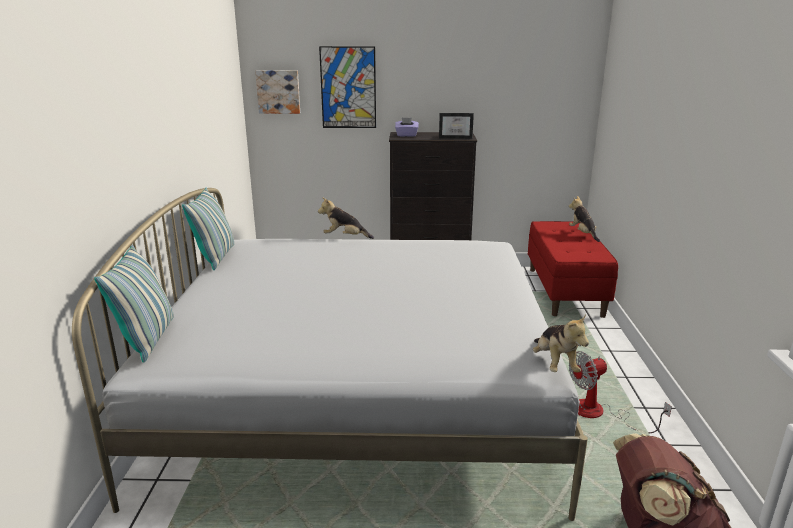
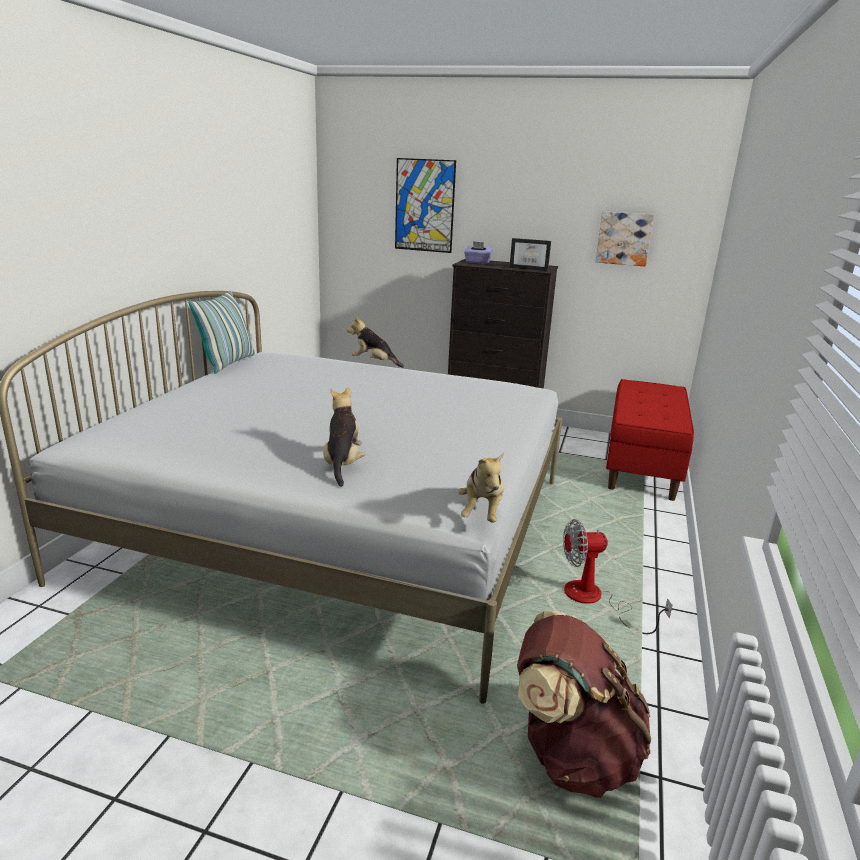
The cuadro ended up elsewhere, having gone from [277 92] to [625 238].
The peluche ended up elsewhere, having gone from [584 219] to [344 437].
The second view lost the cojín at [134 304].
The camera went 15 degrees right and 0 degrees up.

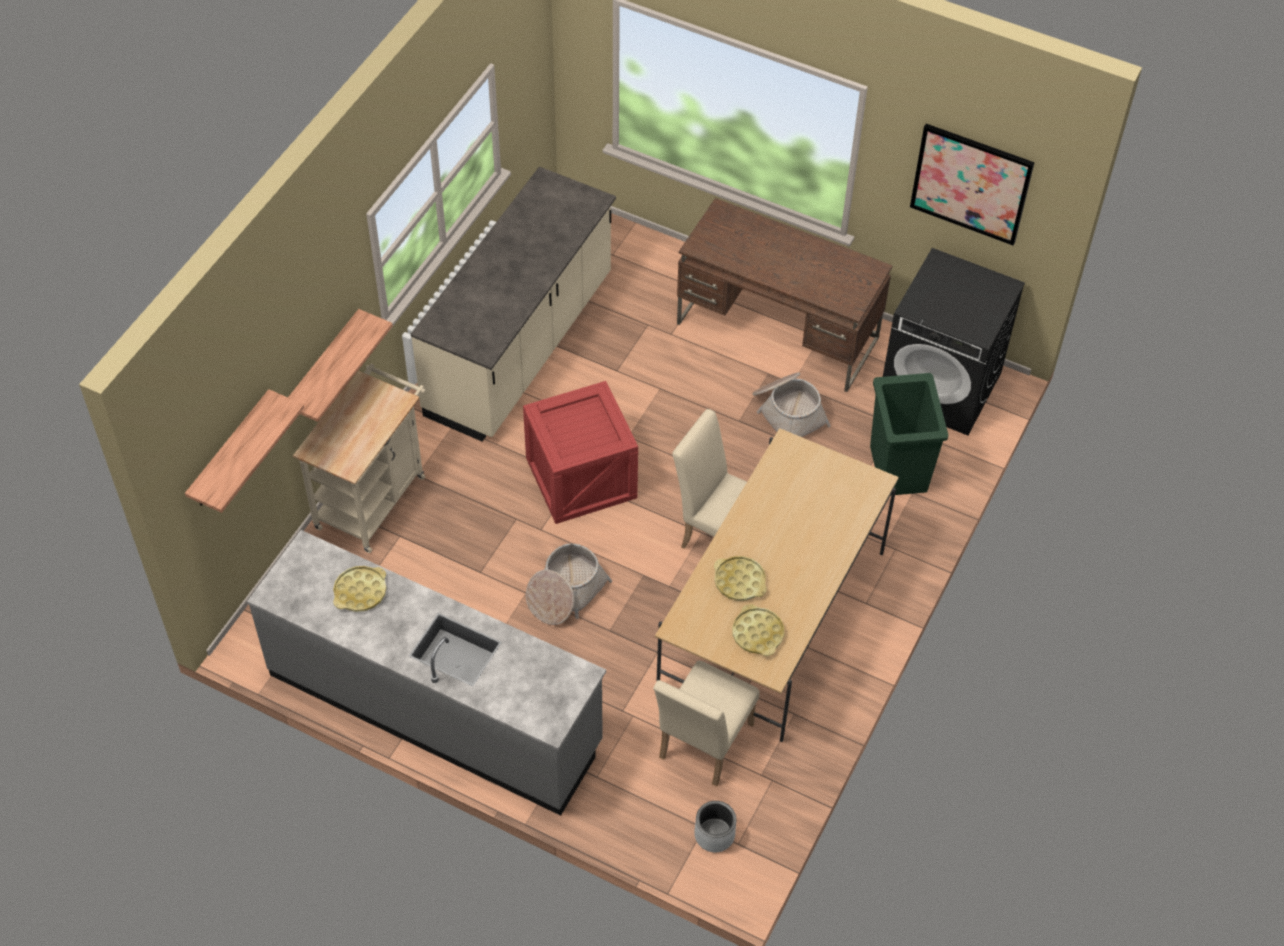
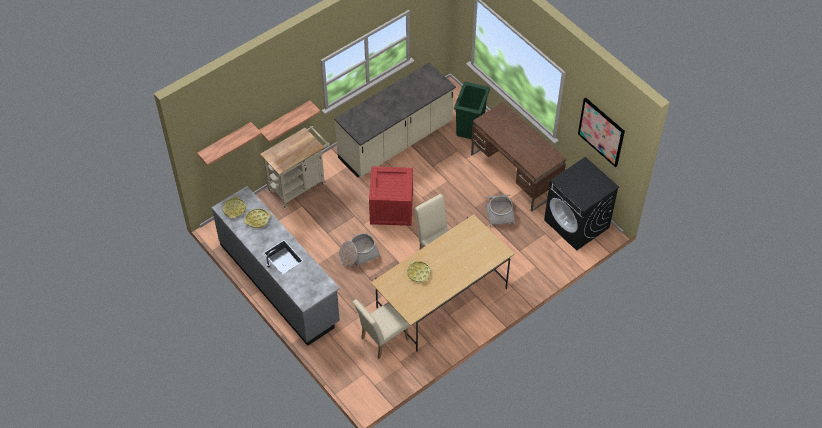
The papelera/verde ended up elsewhere, having gone from [909 434] to [472 110].
The bandeja/amarillo ended up elsewhere, having gone from [758 630] to [234 207].
The second view lost the maceta/gris at [715 826].
The camera went 25 degrees right and 0 degrees up.

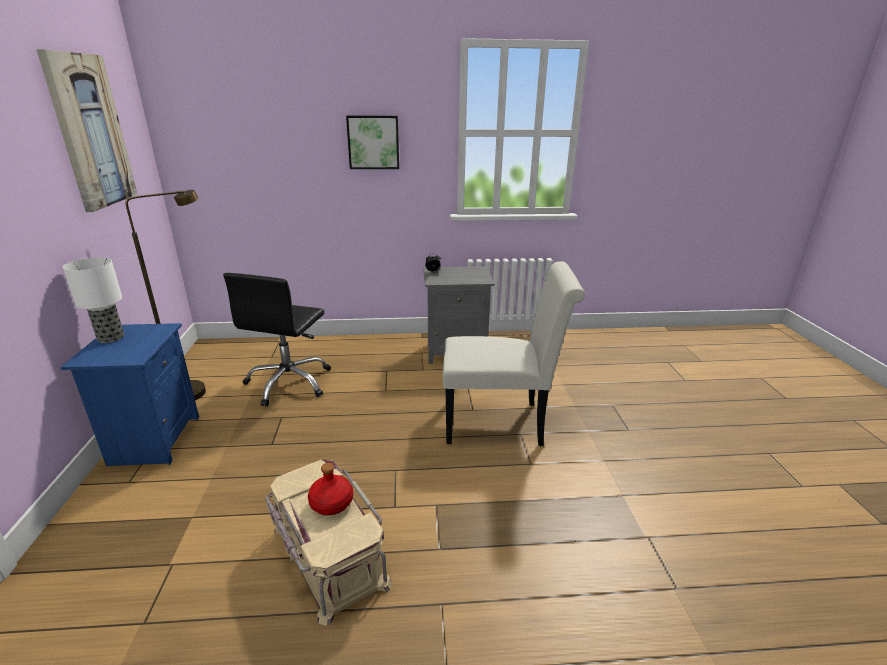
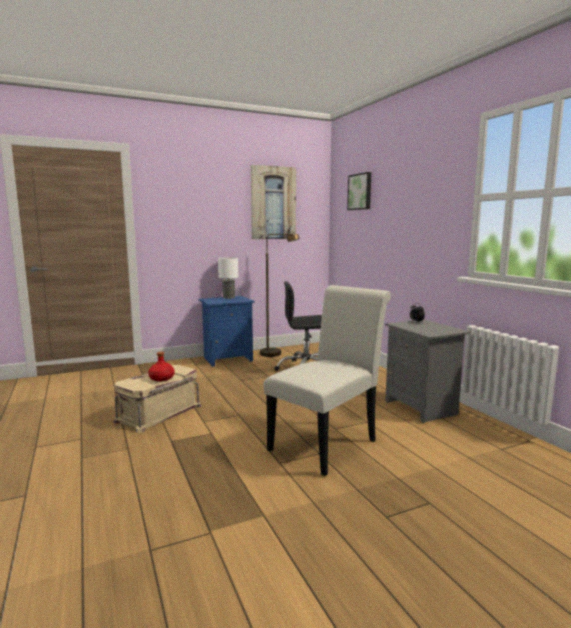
The cuadro ended up elsewhere, having gone from [372 142] to [359 191].
The silla/blanco at [514 353] ended up facing another way, 120 degrees counterclockwise from before.
The camera went 70 degrees right and 15 degrees down.

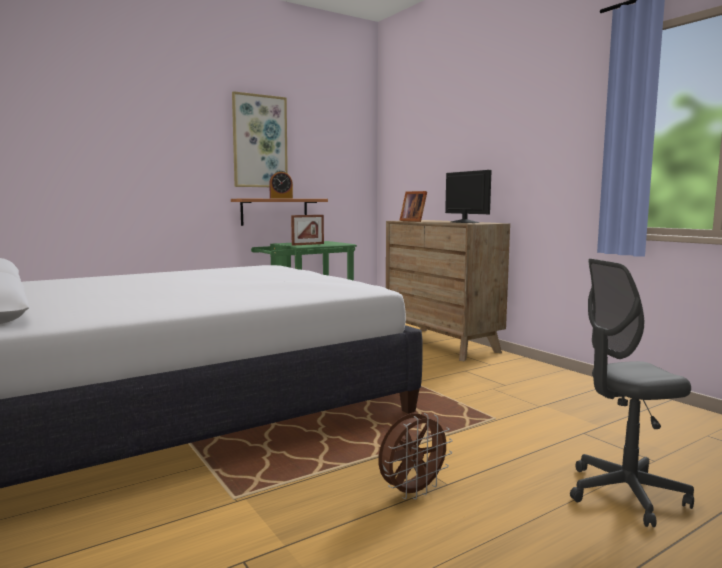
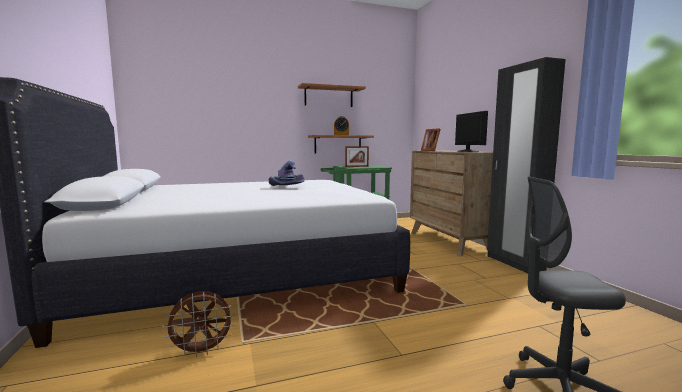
Where the cuadro hung at [260 139], the estante came to hang at [332 95].
The ventilador/marrón ended up elsewhere, having gone from [415 456] to [199 324].
The second view gained the armario ropero/negro at [526 165].
The second view gained the sombrero/morado at [287 173].
The camera went 15 degrees right and 0 degrees up.

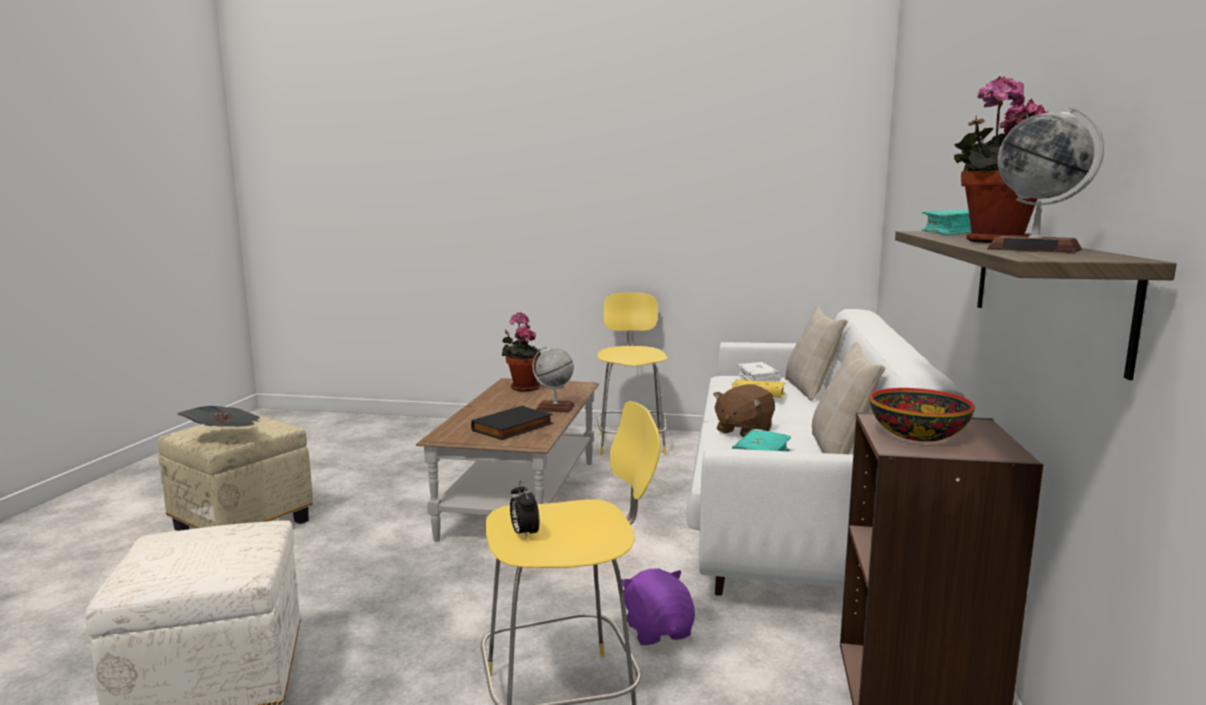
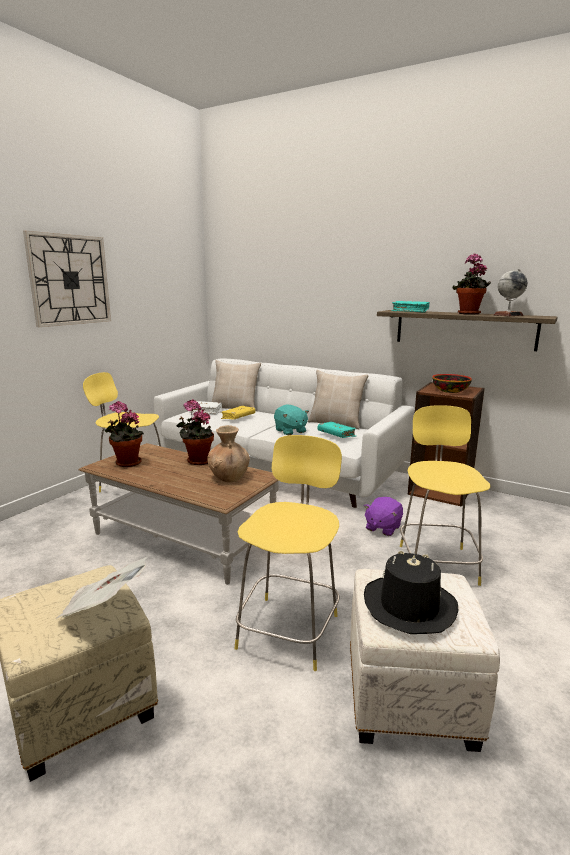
Where the globo terráqueo stood at [553 379], the planta en maceta came to stand at [195 432].
What was the peluche/marrón at [744 410] turned into the peluche/turquesa at [291 419].
Where the libro/negro stood at [512 423], the florero/marrón came to stand at [228 453].
The second view lost the despertador at [524 510].
The peluche/morado at [658 607] ended up facing another way, 60 degrees counterclockwise from before.
The second view gained the reloj de pared at [67 279].
The second view gained the taburete/amarillo at [288 553].
The second view gained the sombrero/negro at [411 592].
The camera went 70 degrees left and 5 degrees up.

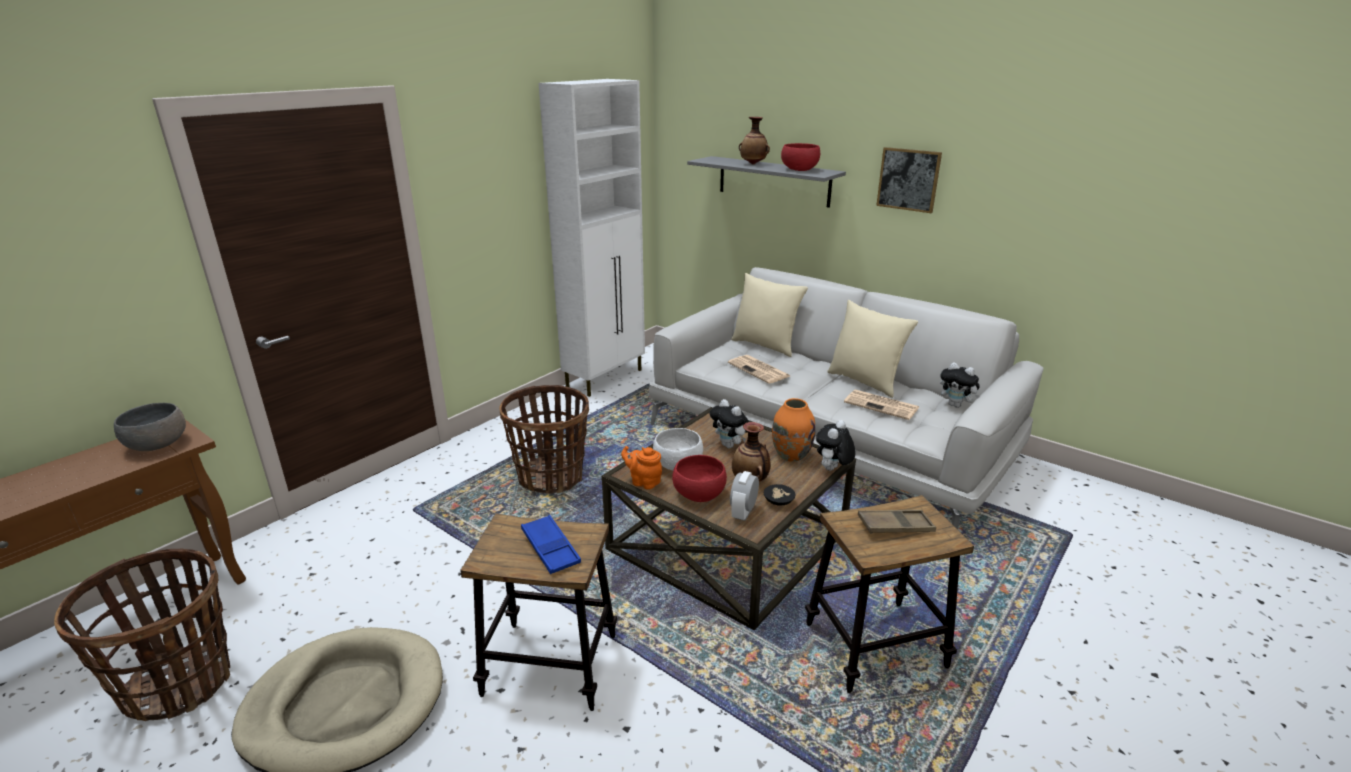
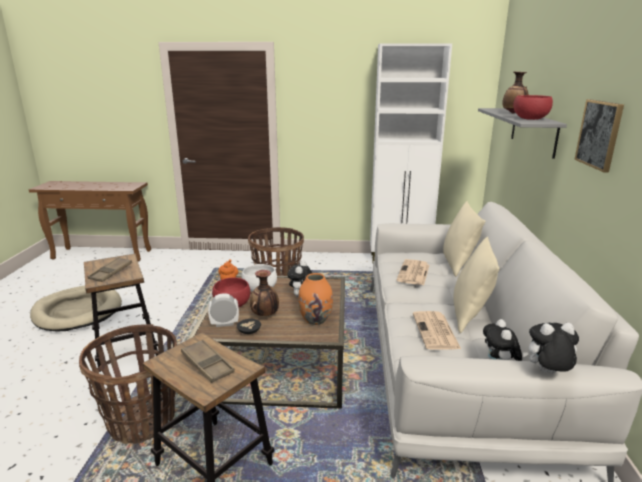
The second view lost the cuenco/gris at [150 427].
The peluche ended up elsewhere, having gone from [836 445] to [550 348].
What was the bandeja/azul at [551 544] turned into the bandeja/marrón at [110 269].
The cesta ended up elsewhere, having gone from [142 635] to [128 384].
The camera went 55 degrees right and 5 degrees down.

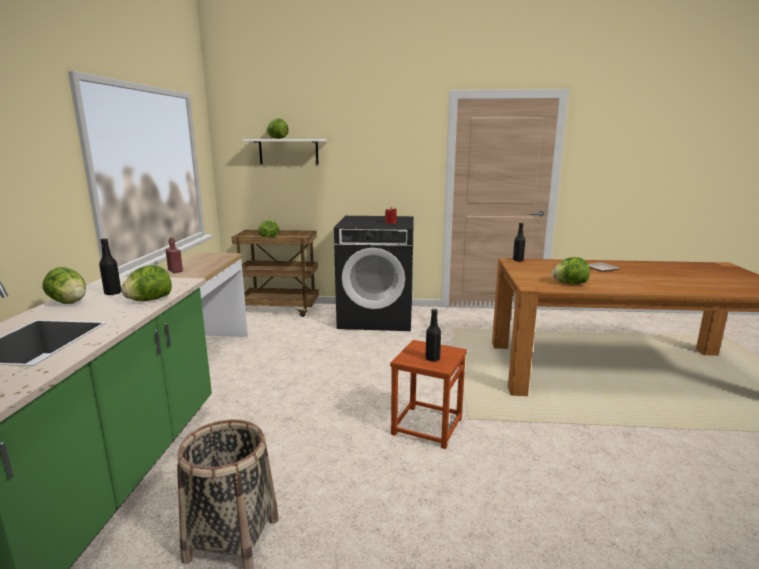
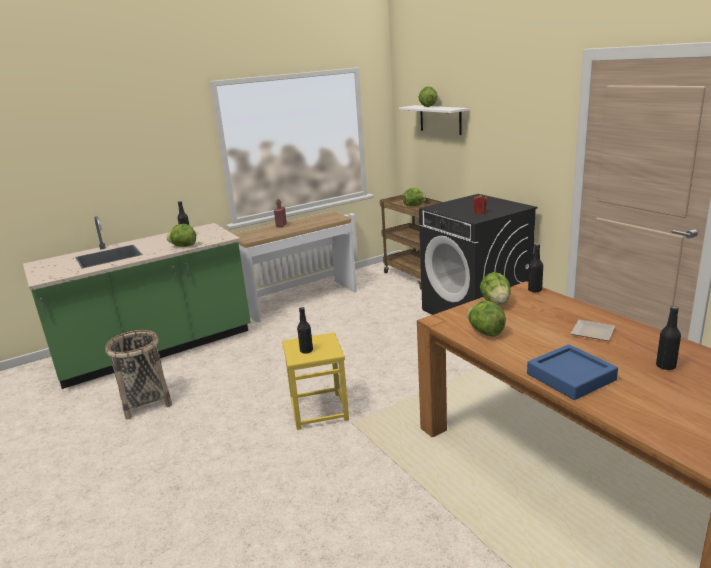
The lechuga ended up elsewhere, having gone from [64 285] to [495 288].
What was the taburete/marrón at [428 394] turned into the taburete/amarillo at [315 381].
The second view gained the botella/negro at [668 338].
The second view gained the bandeja/azul at [572 372].
The camera went 55 degrees right and 5 degrees up.

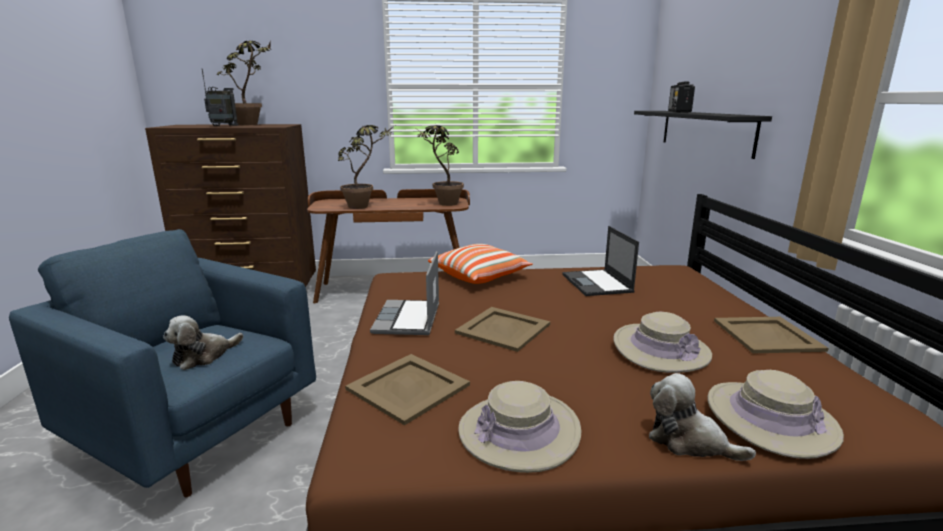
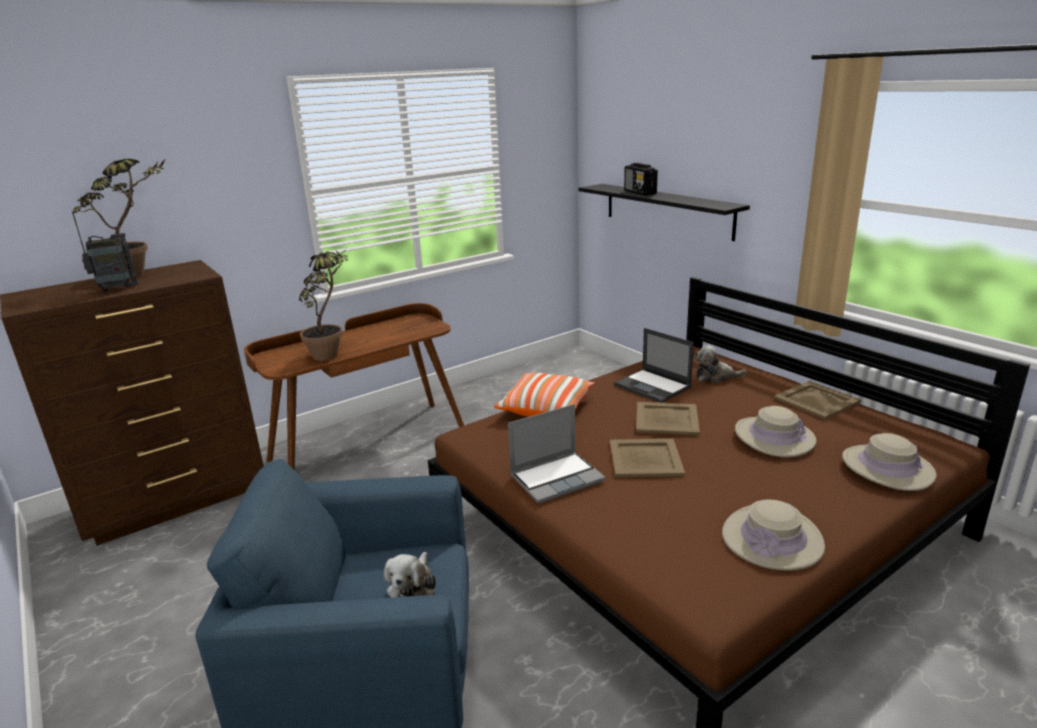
The second view lost the planta en maceta at [439 165].
The portátil at [404 293] ended up facing another way, 90 degrees counterclockwise from before.
The bandeja/beis ended up elsewhere, having gone from [407 389] to [668 418].
The peluche ended up elsewhere, having gone from [702 417] to [721 364].
The camera went 30 degrees left and 5 degrees up.

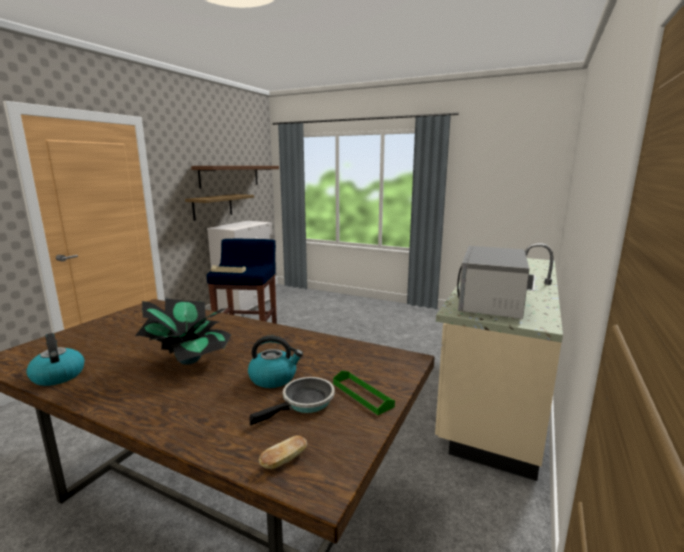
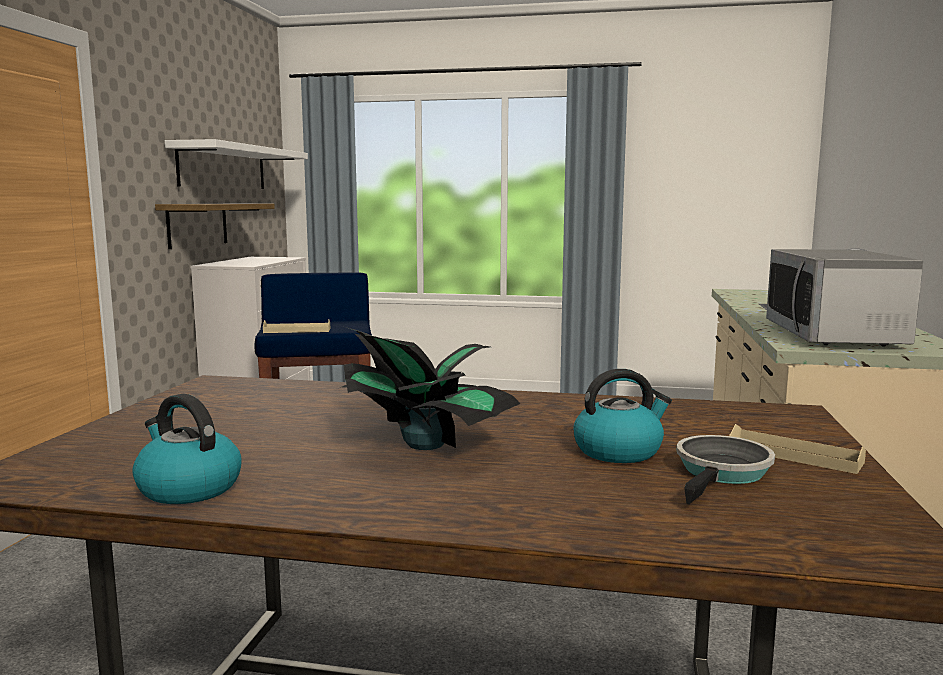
What was the estante/marrón at [235 177] turned into the estante/blanco at [236 164].
What was the bandeja/verde at [364 393] turned into the bandeja/beis at [797 449].
The second view lost the pan at [283 452].
The camera went 15 degrees left and 5 degrees down.

